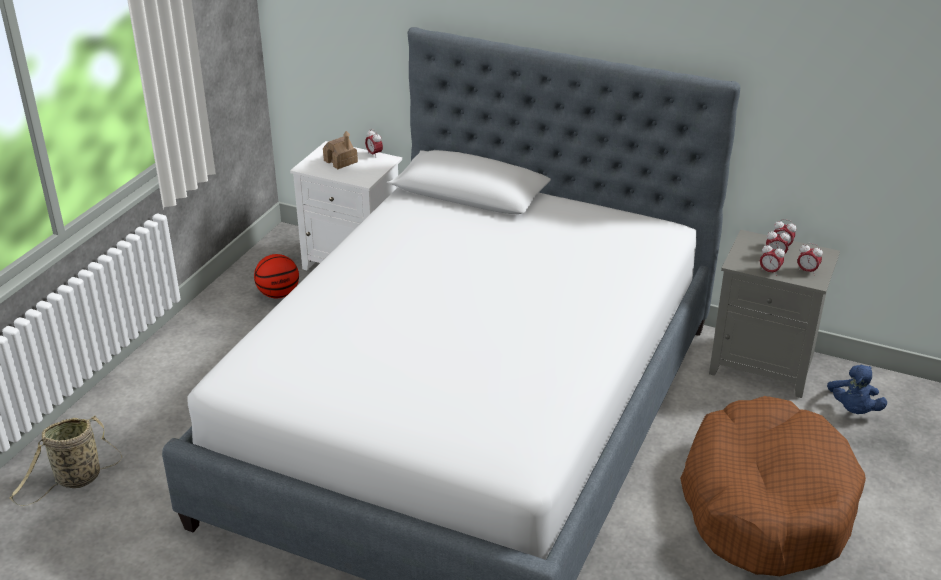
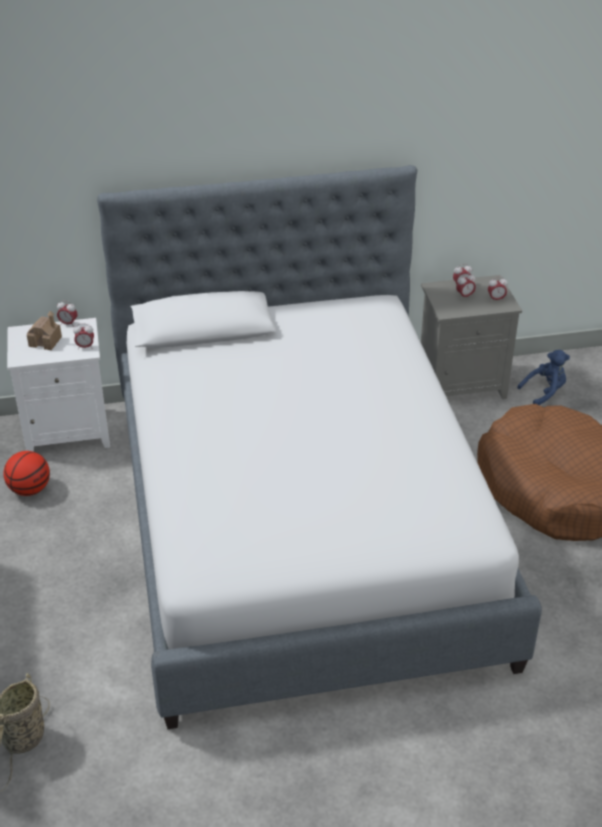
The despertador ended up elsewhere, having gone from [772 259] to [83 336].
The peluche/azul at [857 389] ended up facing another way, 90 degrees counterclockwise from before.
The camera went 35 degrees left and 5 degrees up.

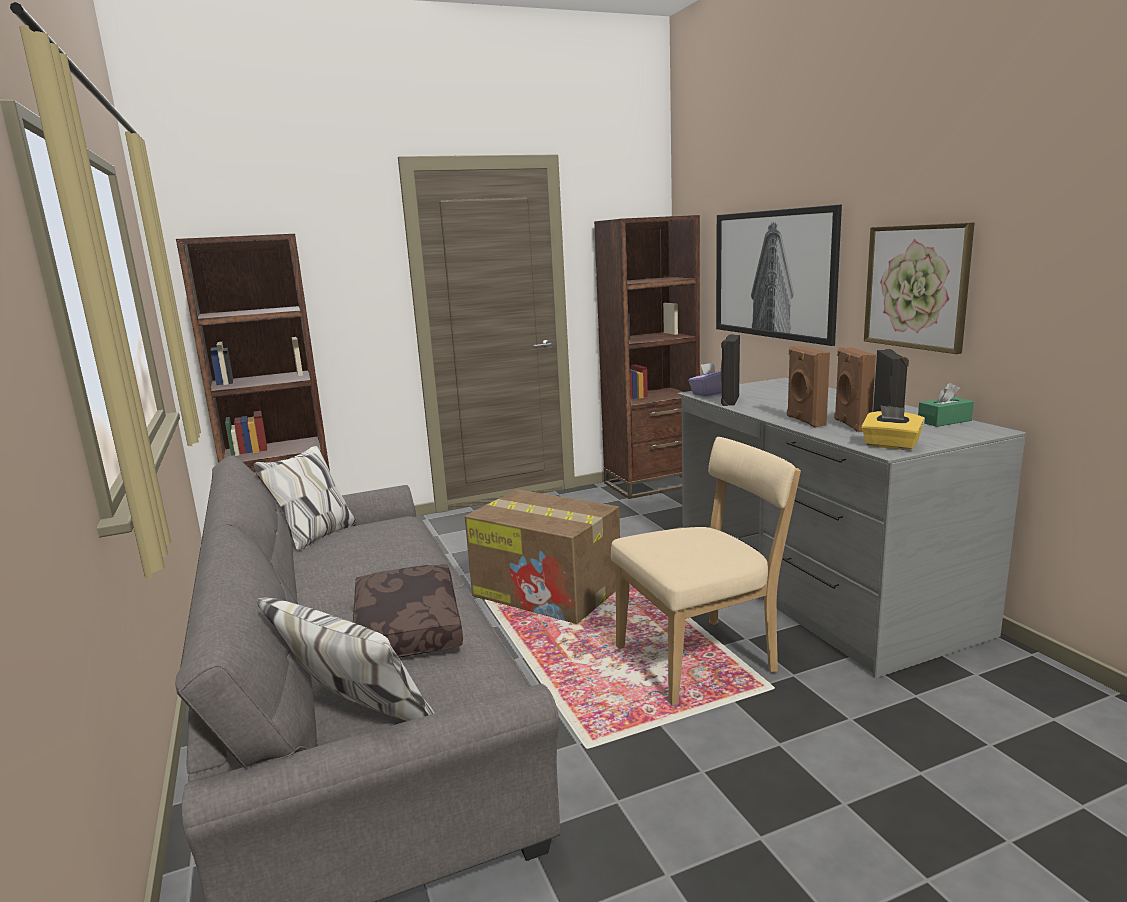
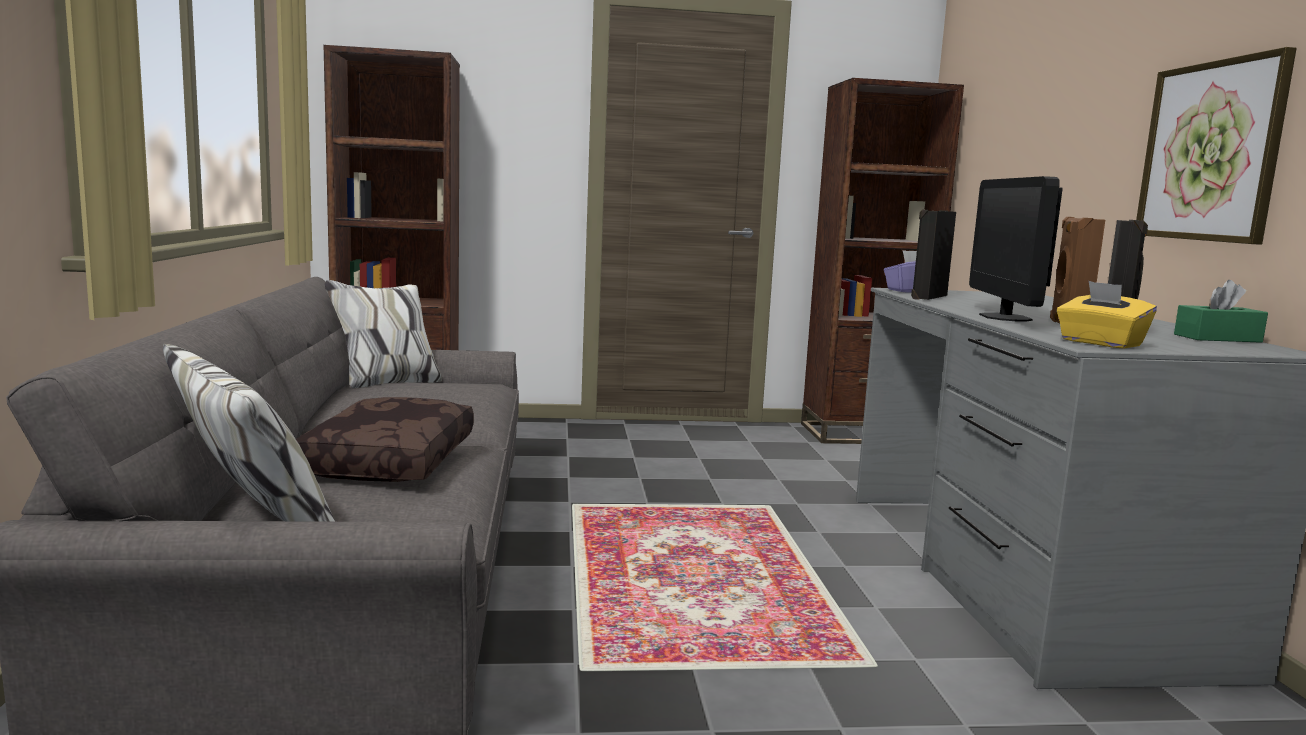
The second view lost the cuadro at [779 275].
Where the altavoz/marrón stood at [808 387], the monitor came to stand at [1016 249].
The second view lost the silla/beis at [706 571].
The second view lost the caja de cartón at [542 556].
The camera went 15 degrees right and 5 degrees down.

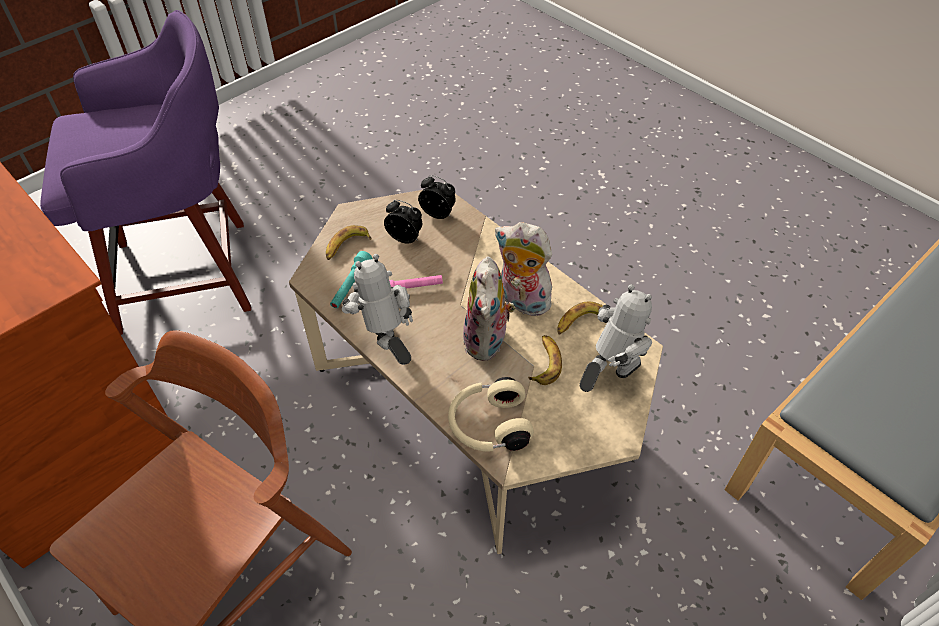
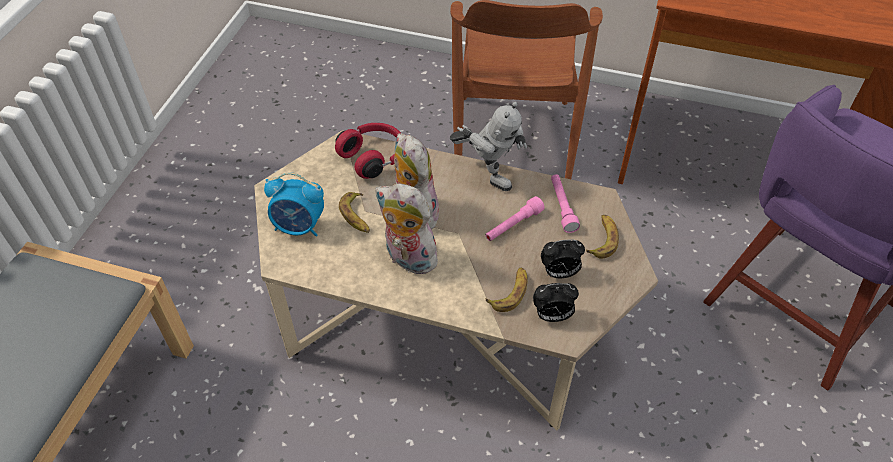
The peluche at [526 269] ended up facing another way, 150 degrees counterclockwise from before.
What was the linterna/turquesa at [351 279] turned into the linterna/rosa at [565 203].
Where the robot de juguete stood at [615 338], the despertador came to stand at [294 204].
The plátano ended up elsewhere, having gone from [580 318] to [506 290].
What was the auriculares/beis at [491 414] turned into the auriculares/rojo at [368 151].
The camera went 150 degrees right and 0 degrees up.

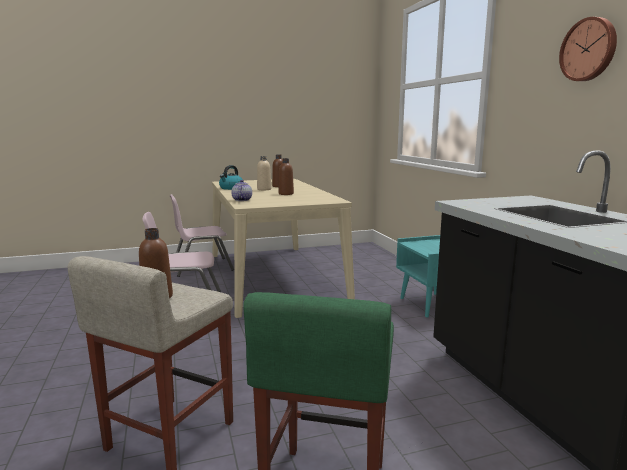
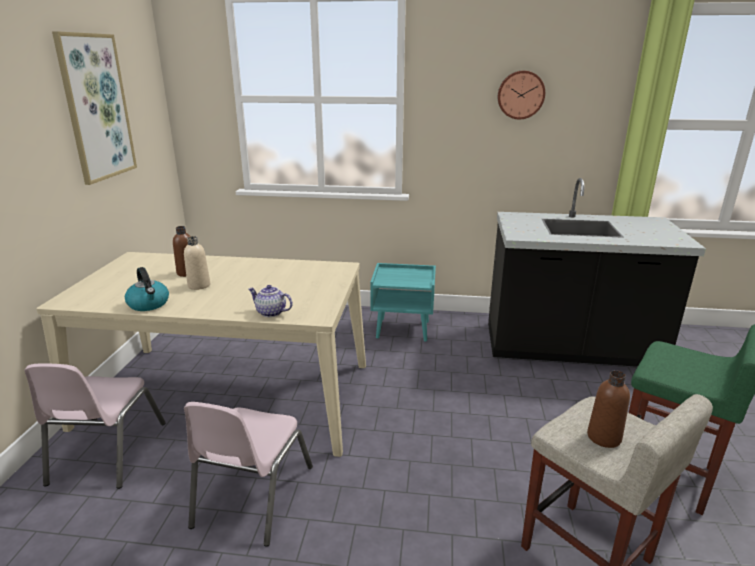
The second view lost the botella/marrón at [286 176].
The second view gained the cuadro at [94 108].
The camera went 65 degrees left and 10 degrees up.

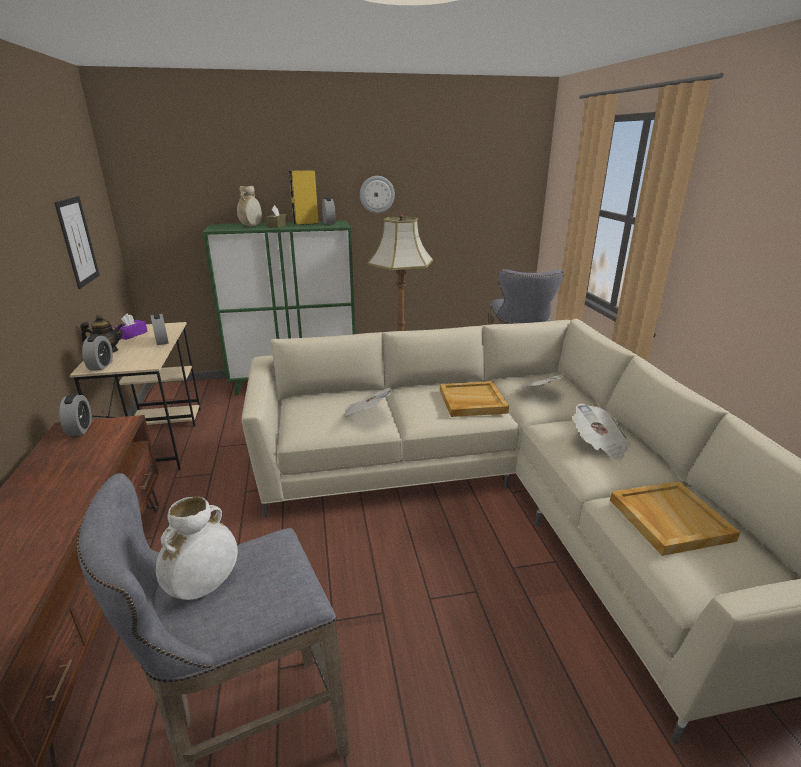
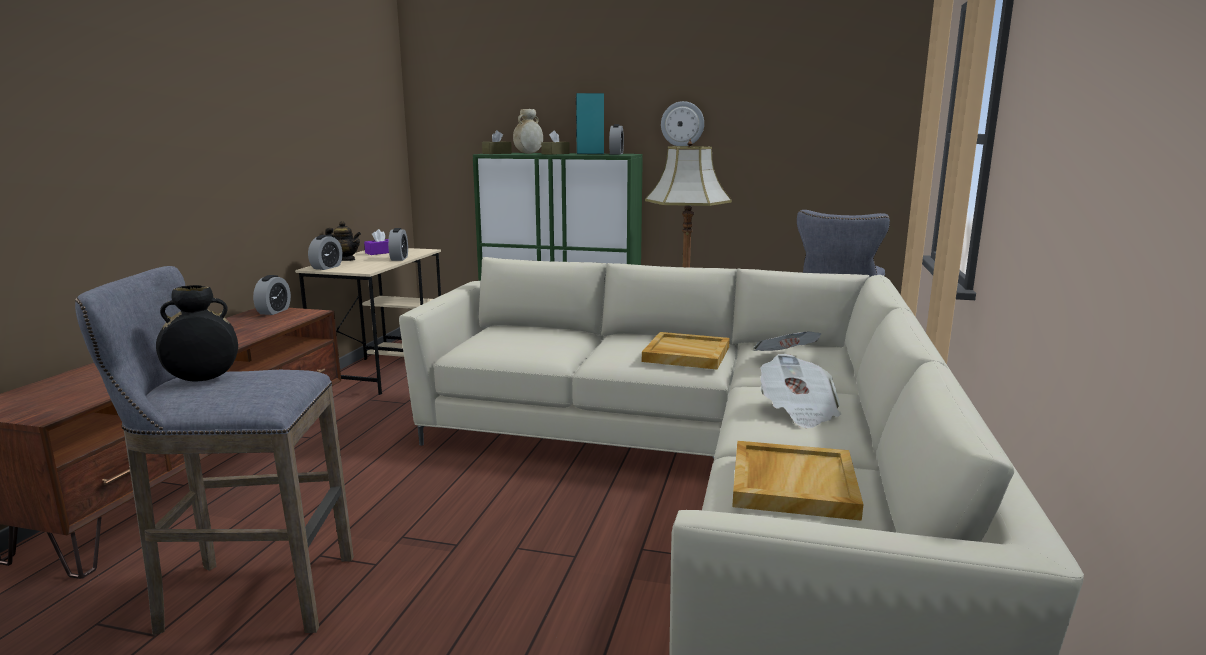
What was the altavoz/amarillo at [304 197] turned into the altavoz/turquesa at [590 123].
The second view lost the cuadro at [77 242].
The second view lost the periódico at [367 402].
What was the florero/blanco at [197 548] turned into the florero/negro at [197 333].
The second view gained the caja de pañuelos/marrón at [497 142].
The camera went 25 degrees right and 10 degrees down.

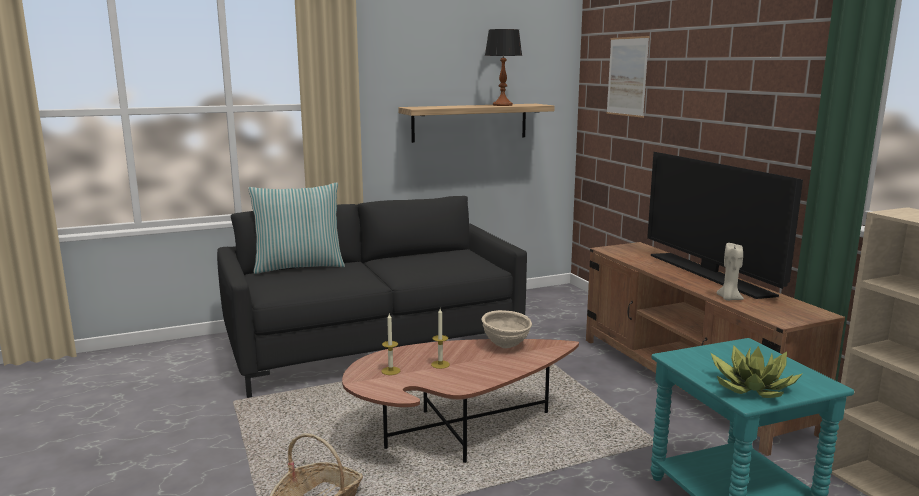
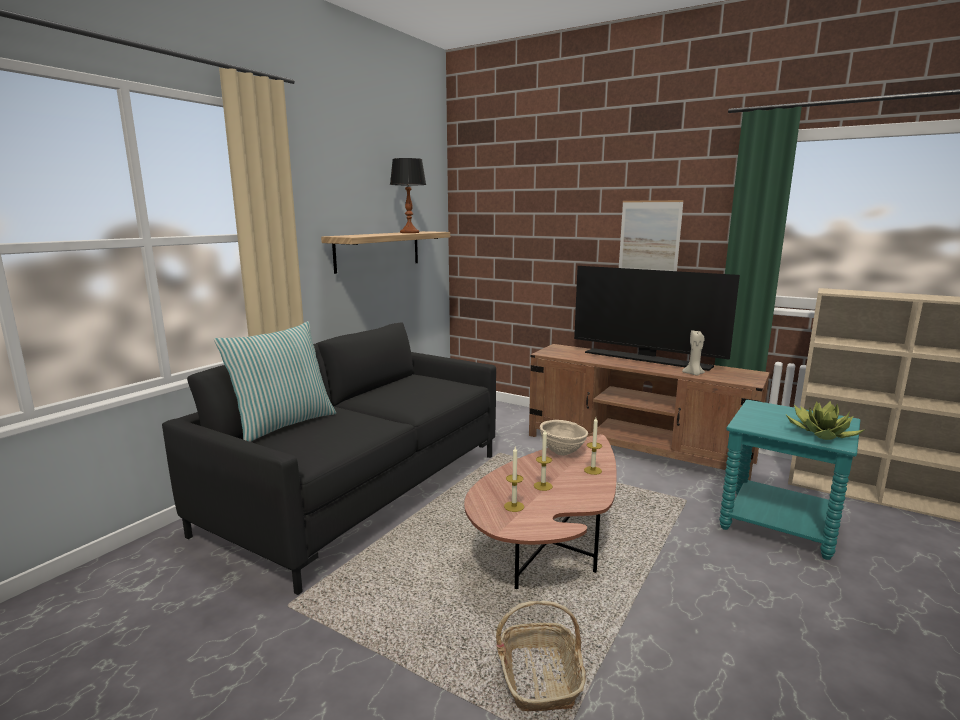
The cuadro ended up elsewhere, having gone from [627 77] to [651 235].
The second view gained the vela at [593 446].
The camera went 35 degrees left and 0 degrees up.

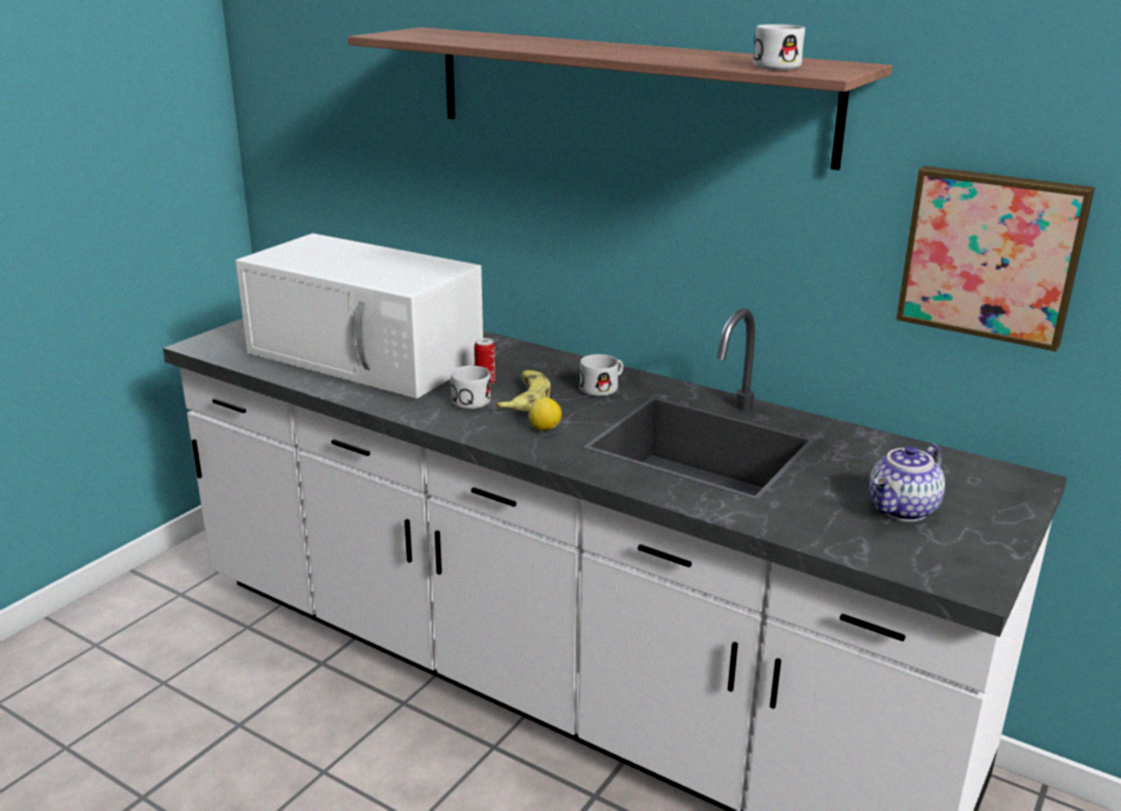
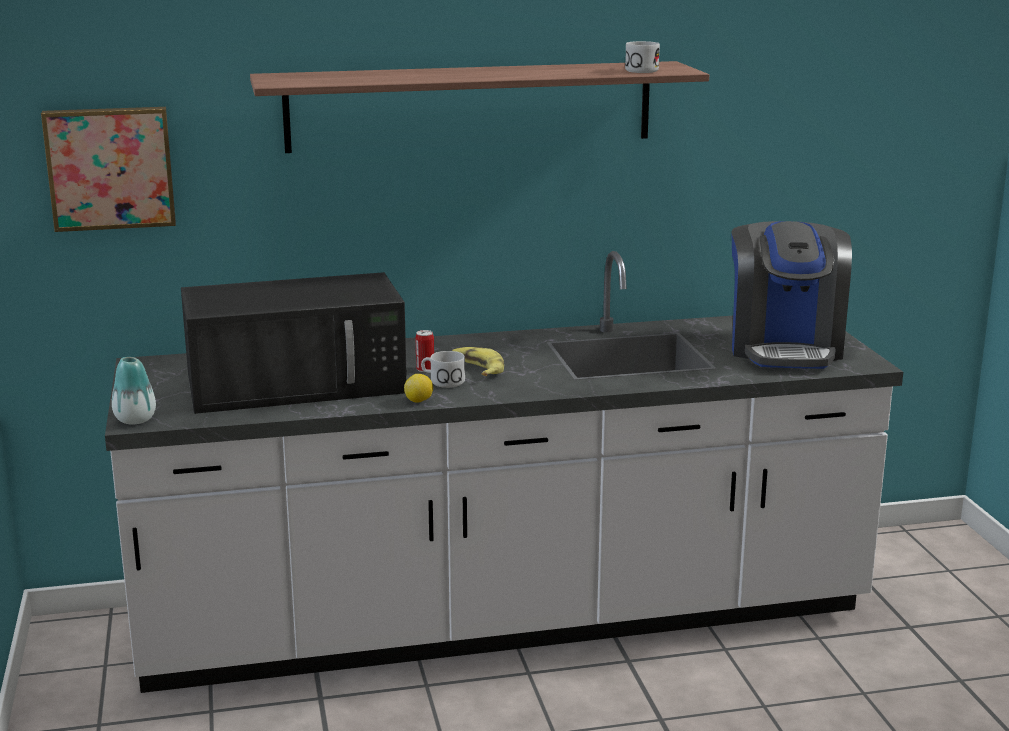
The cuadro ended up elsewhere, having gone from [995 259] to [108 169].
What was the microondas/blanco at [359 315] turned into the microondas/negro at [294 343].
The second view lost the taza grande/blanco at [601 375].
The limón ended up elsewhere, having gone from [545 414] to [418 388].
Where the tetera stood at [907 482], the cafetera came to stand at [791 295].
The second view gained the florero at [134 390].
The camera went 45 degrees left and 5 degrees down.

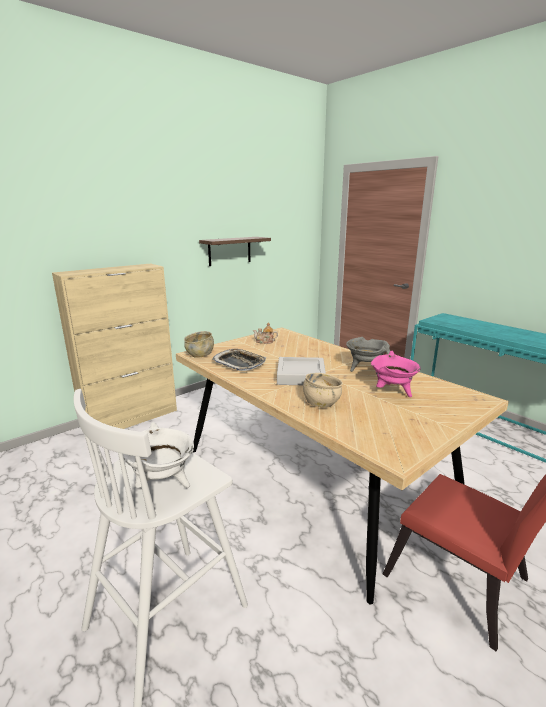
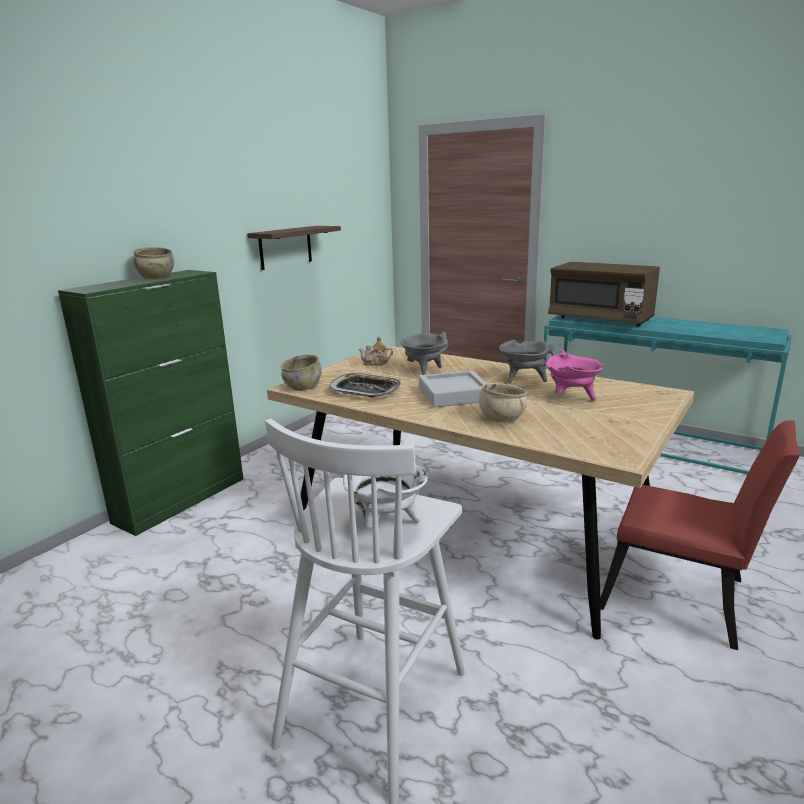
What was the armario/beis at [114 346] turned into the armario/verde at [150 403].
The second view gained the cuenco/beis at [153 263].
The second view gained the microondas/marrón at [604 294].
The second view gained the olla/gris at [424 353].
The camera went 15 degrees left and 0 degrees up.

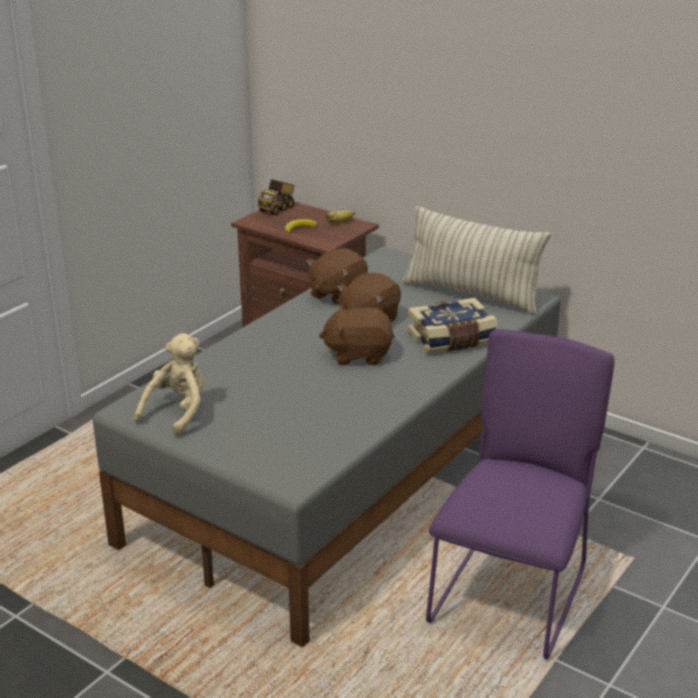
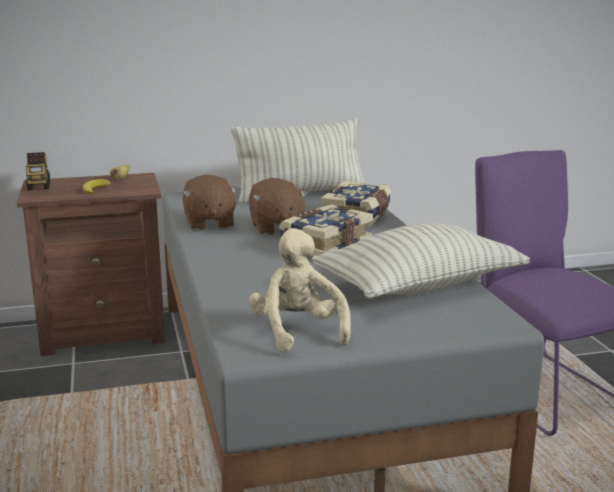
Where the peluche/marrón stood at [357 335], the libro came to stand at [326 230].
The second view gained the cojín at [421 261].
The camera went 50 degrees left and 10 degrees down.

